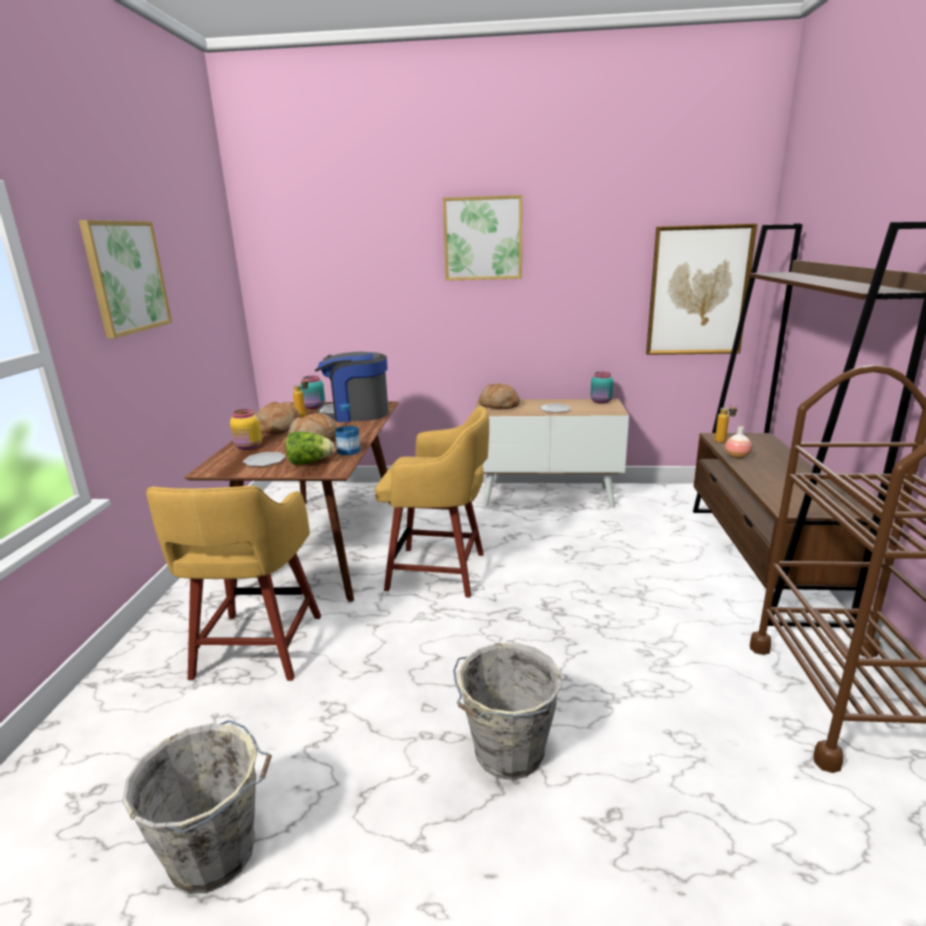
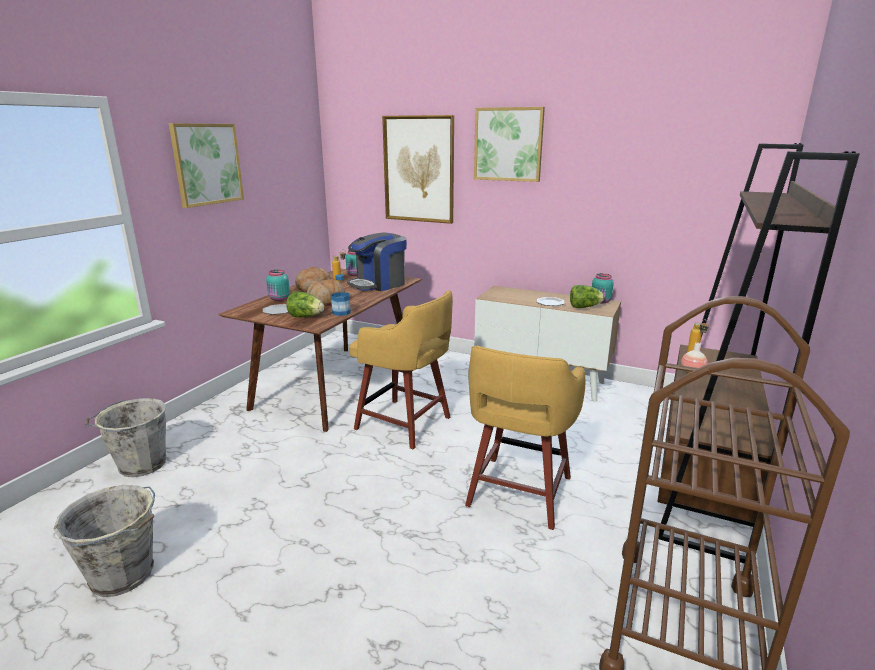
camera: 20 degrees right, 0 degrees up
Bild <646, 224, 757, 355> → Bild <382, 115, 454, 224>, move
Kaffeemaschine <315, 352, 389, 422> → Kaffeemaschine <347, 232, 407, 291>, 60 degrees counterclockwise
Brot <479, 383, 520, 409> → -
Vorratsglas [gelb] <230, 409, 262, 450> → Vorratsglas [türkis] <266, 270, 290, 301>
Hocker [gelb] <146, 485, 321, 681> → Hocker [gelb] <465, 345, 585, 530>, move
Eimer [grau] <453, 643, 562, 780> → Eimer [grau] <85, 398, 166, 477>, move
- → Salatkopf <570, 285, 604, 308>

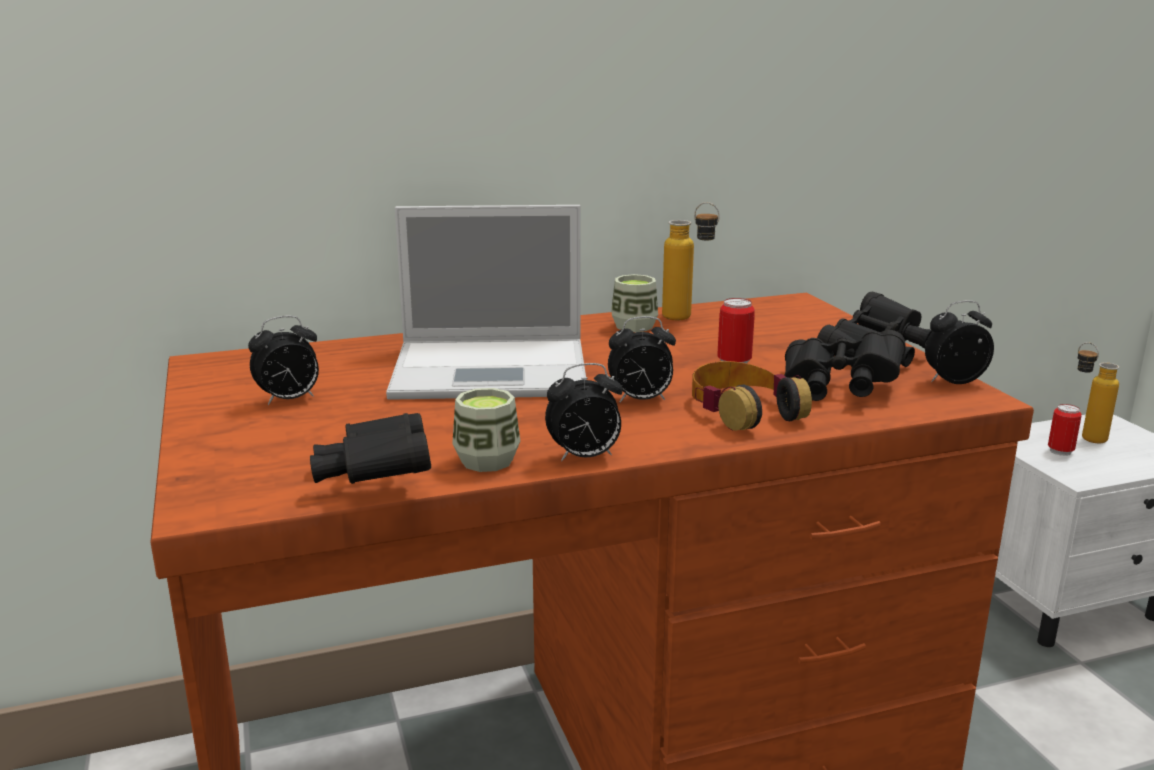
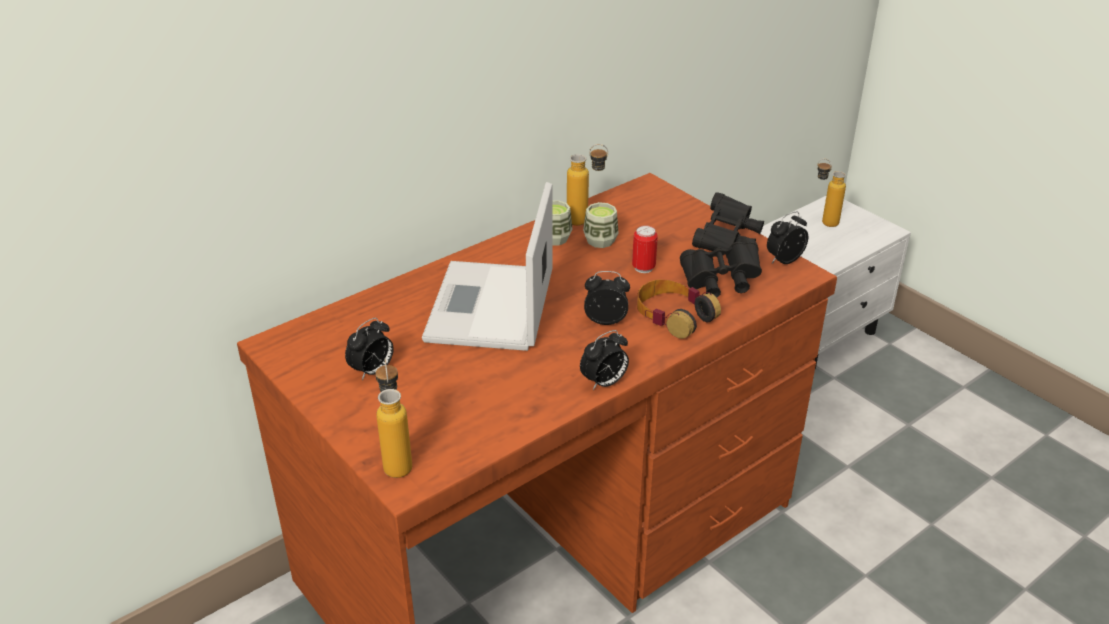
camera: 20 degrees left, 15 degrees up
Laptop <386, 205, 587, 400> → Laptop <422, 182, 553, 351>, 120 degrees clockwise
Wecker <608, 316, 676, 402> → Wecker <584, 271, 630, 325>, 150 degrees counterclockwise
Tasse <452, 388, 520, 472> → Tasse <583, 202, 619, 248>, move
Dose <1048, 404, 1082, 456> → -
Fernglas [schwarz] <310, 413, 431, 484> → -
- → Flasche <375, 359, 412, 478>

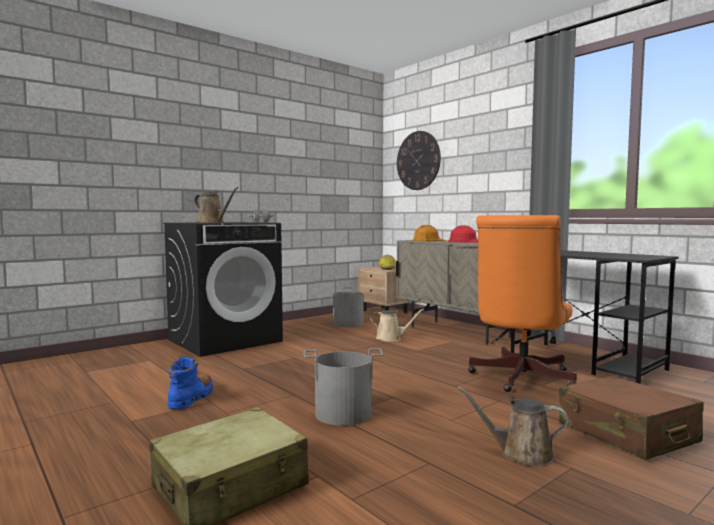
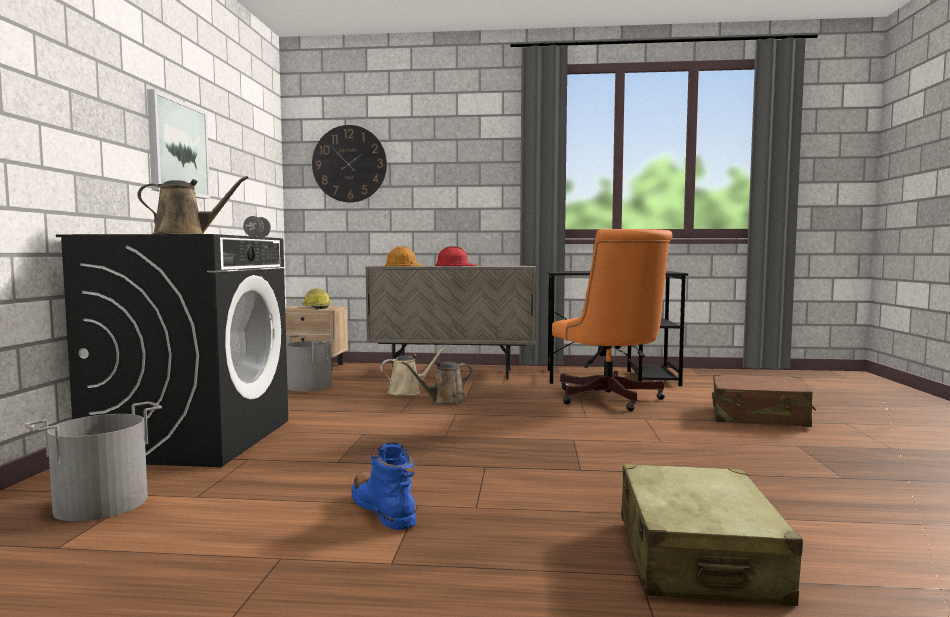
camera: 45 degrees left, 0 degrees up
Eimer [grau] <304, 348, 384, 426> → Eimer [grau] <25, 402, 162, 522>, move
Gießkanne [braun] <458, 386, 569, 466> → Gießkanne [braun] <402, 361, 473, 405>, move
- → Bild <147, 89, 210, 199>

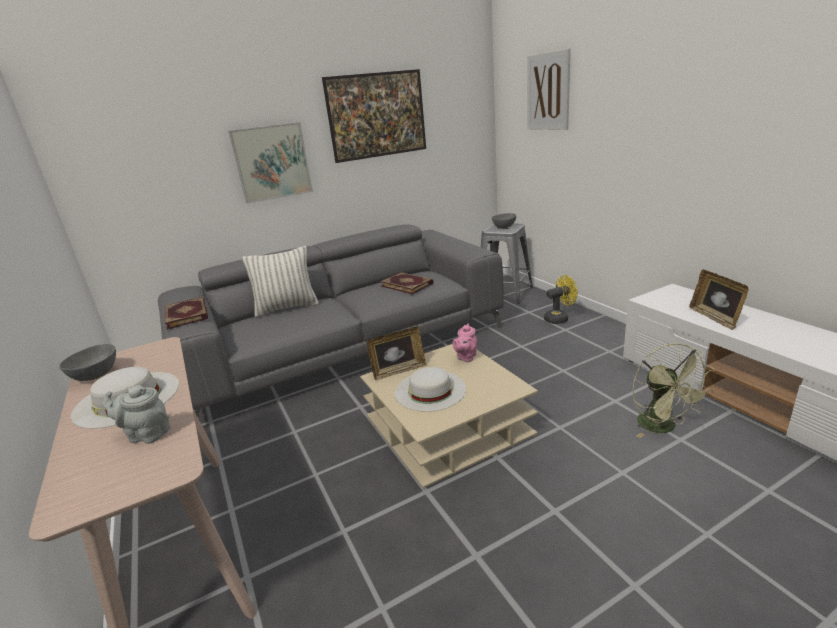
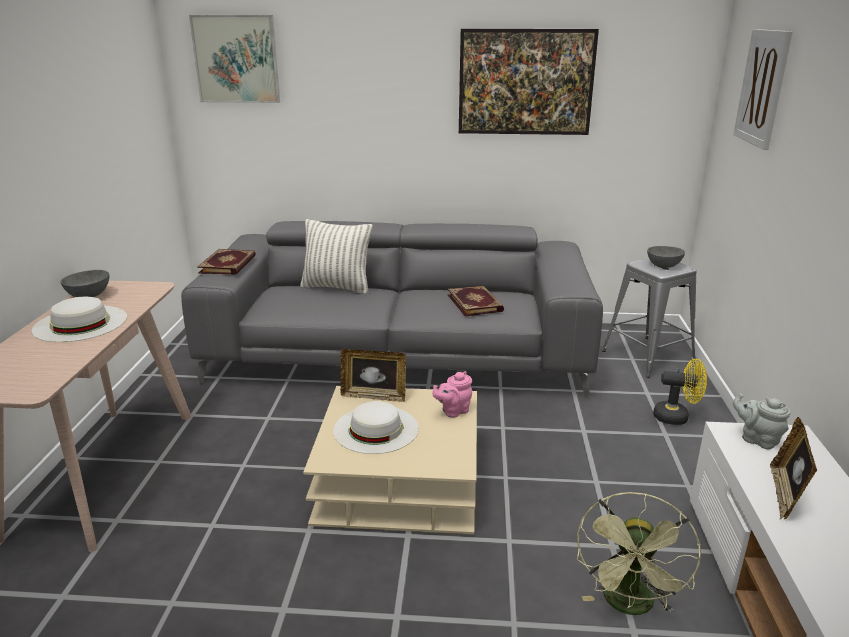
camera: 30 degrees right, 0 degrees up
Bild <228, 122, 313, 204> → Bild <189, 15, 280, 103>, move
Teekanne [grau] <103, 385, 171, 444> → Teekanne [grau] <733, 393, 790, 449>, move

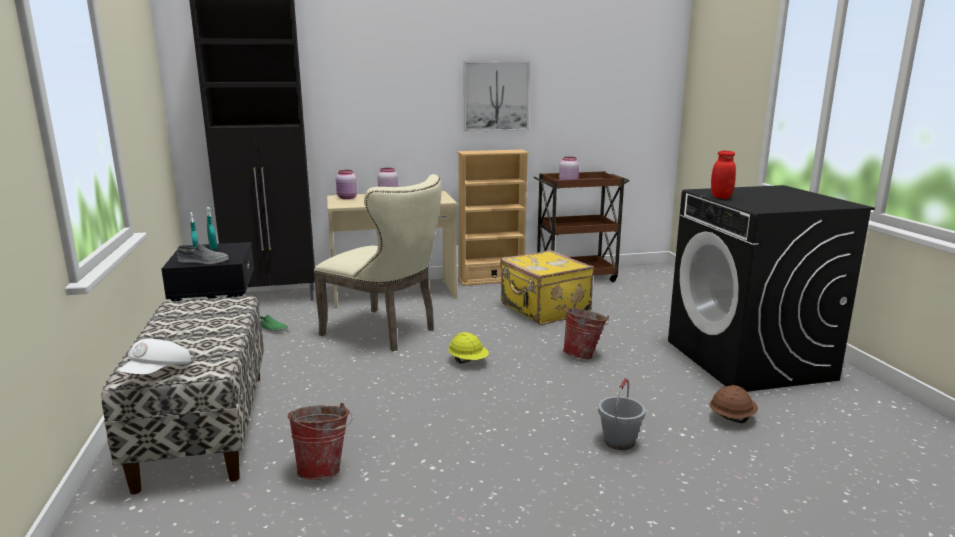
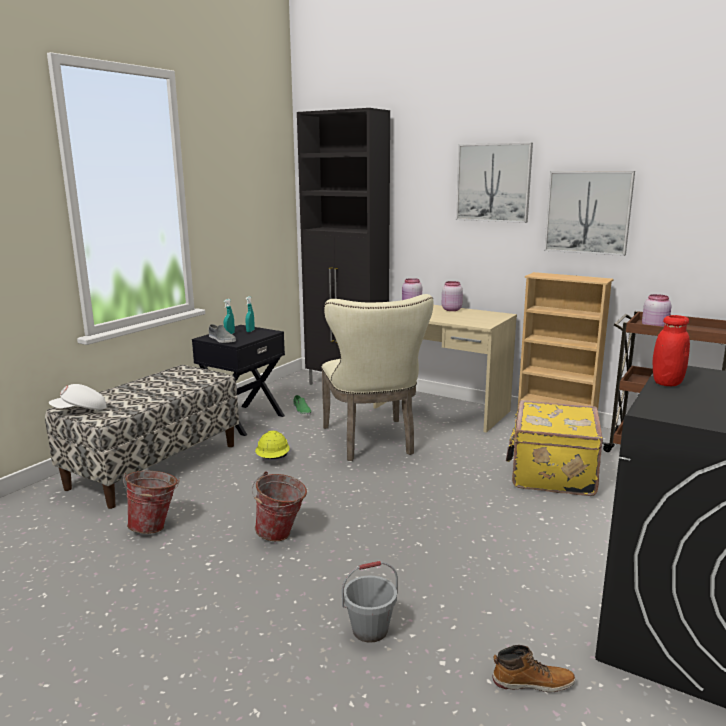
camera: 45 degrees right, 0 degrees up
Eimer <563, 307, 609, 359> → Eimer <252, 471, 307, 541>, move
Schutzhelm [gelb] <448, 332, 489, 364> → Schutzhelm [gelb] <255, 431, 290, 459>, move
Schutzhelm [braun] <710, 385, 758, 423> → Stiefel <492, 645, 575, 692>
- → Bild <456, 143, 533, 223>

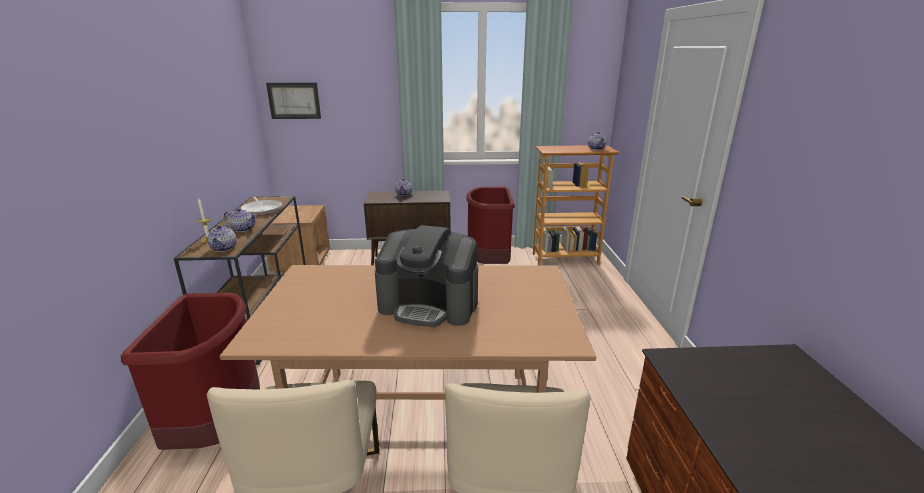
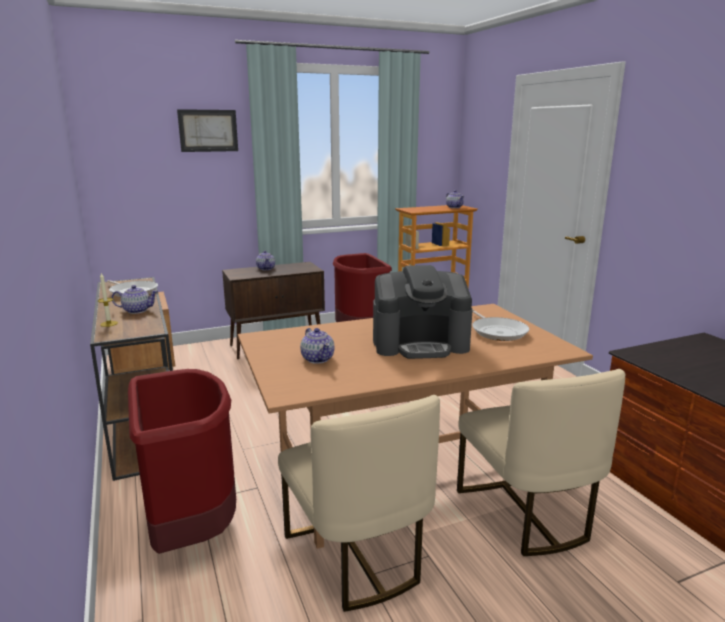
camera: 20 degrees left, 5 degrees down
Bild <266, 83, 321, 119> → Bild <177, 109, 238, 152>, move
Teekanne <207, 224, 237, 252> → Teekanne <300, 328, 334, 364>, move
- → Pfanne <472, 310, 529, 341>

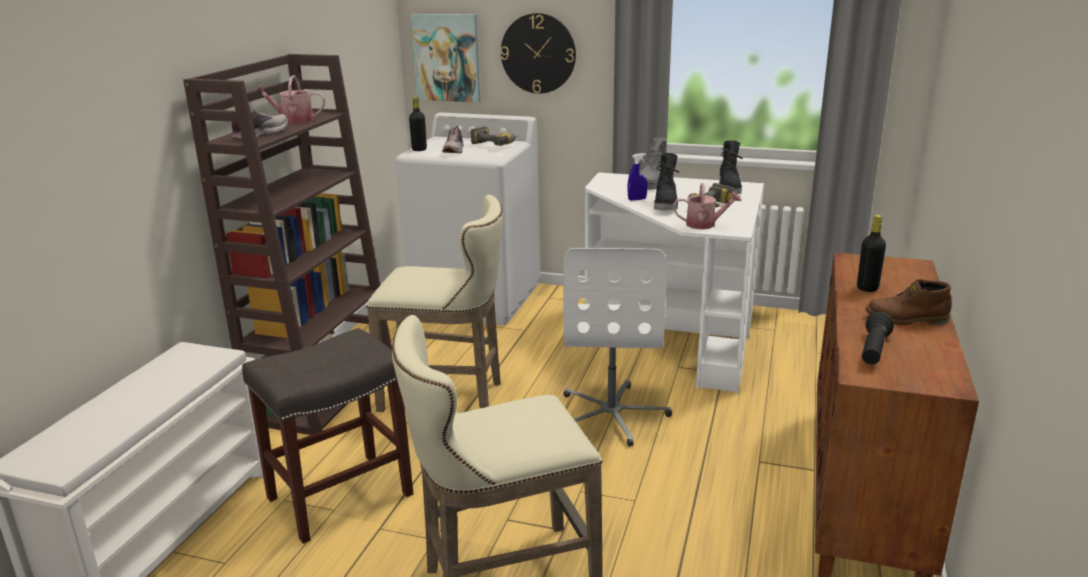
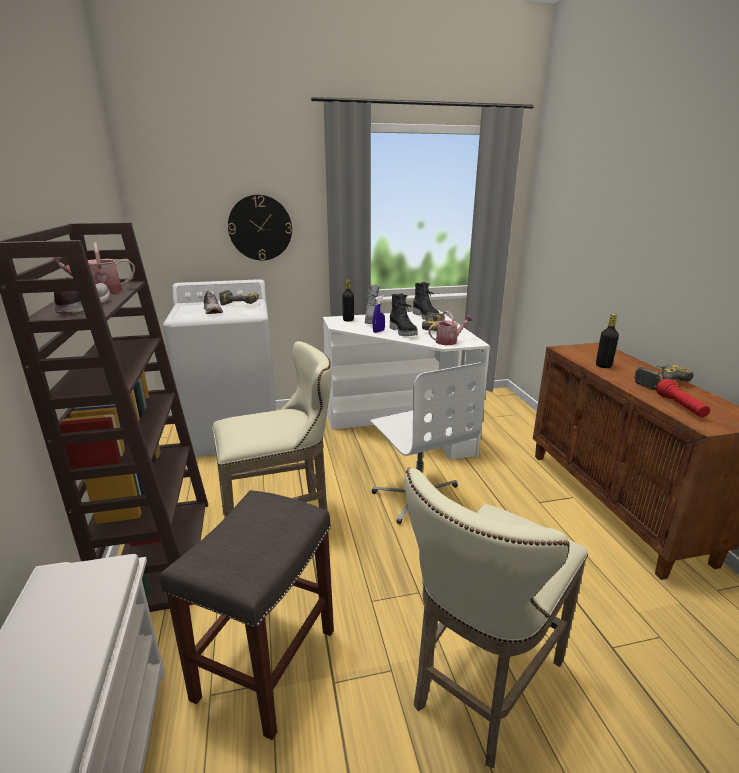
camera: 30 degrees left, 0 degrees up
Bild <410, 14, 480, 103> → -
Flasche [schwarz] <409, 97, 427, 151> → Flasche [schwarz] <342, 279, 354, 321>, move
Stiefel [braun] <866, 279, 952, 325> → Bohrmaschine <634, 365, 694, 390>
Taschenlampe [schwarz] <862, 312, 894, 364> → Taschenlampe [rot] <656, 379, 710, 417>

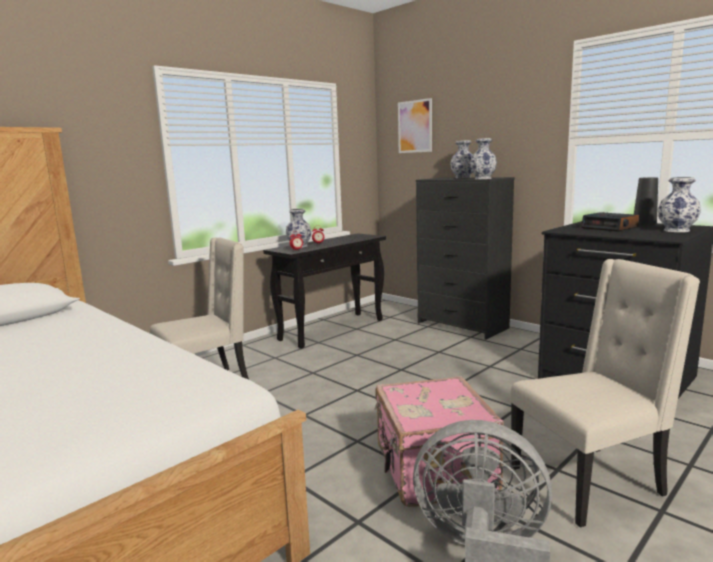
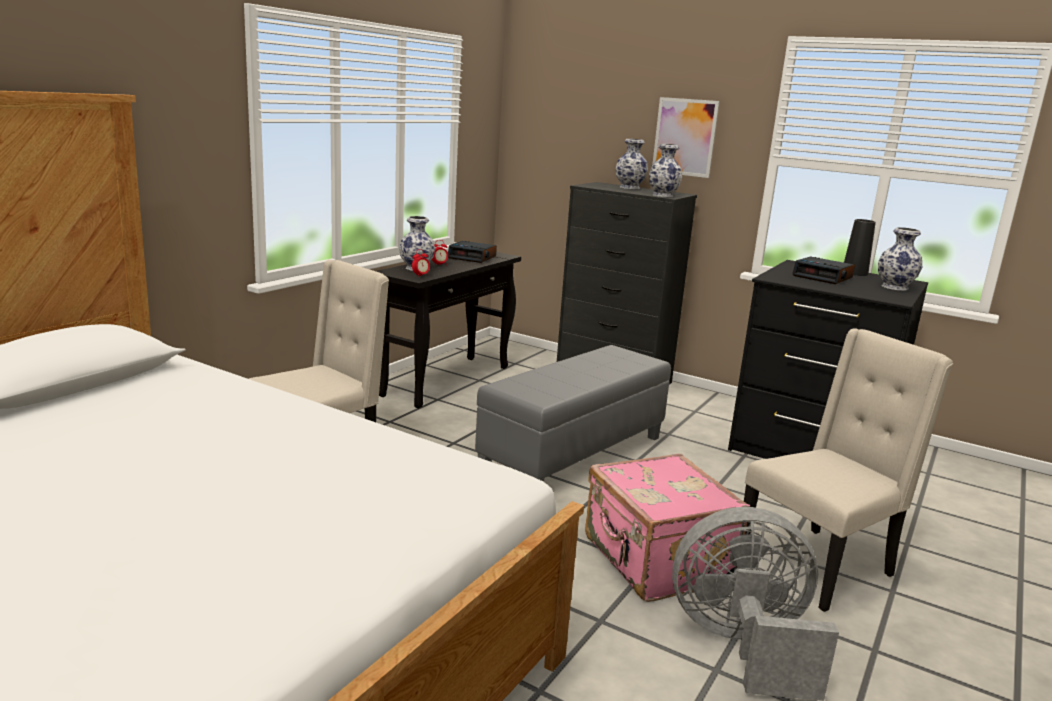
camera: 15 degrees left, 5 degrees up
Bild <398, 98, 432, 153> → Bild <652, 97, 720, 178>, move
- → Wecker <448, 241, 497, 263>
- → Polsterhocker [grau] <475, 345, 671, 482>

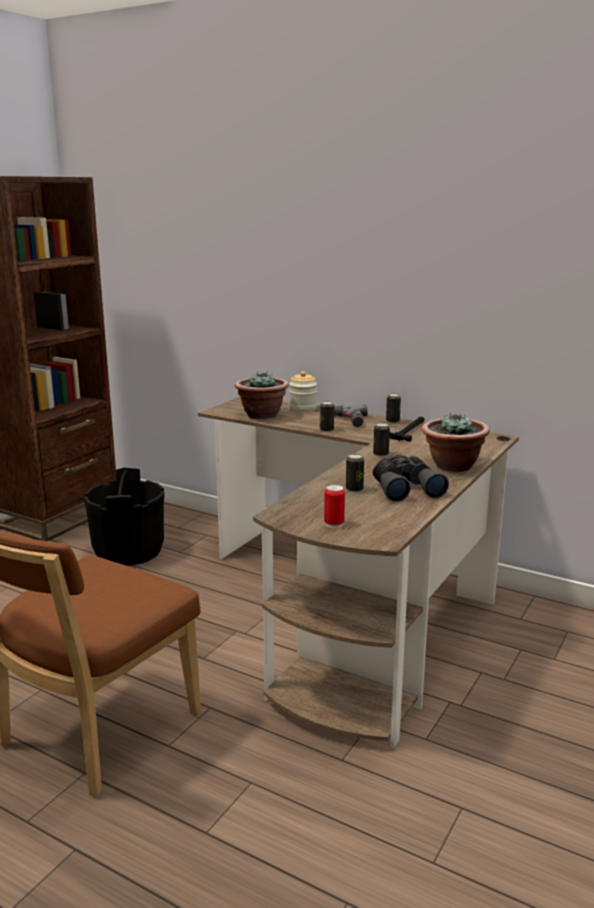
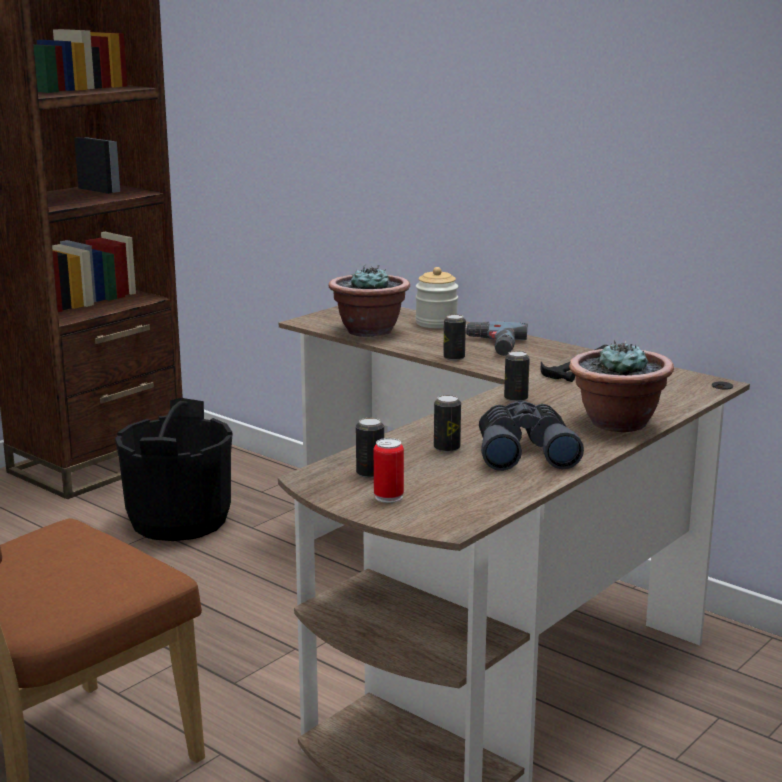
camera: 10 degrees right, 0 degrees up
Dose <386, 394, 401, 423> → Dose <356, 418, 384, 478>, move

